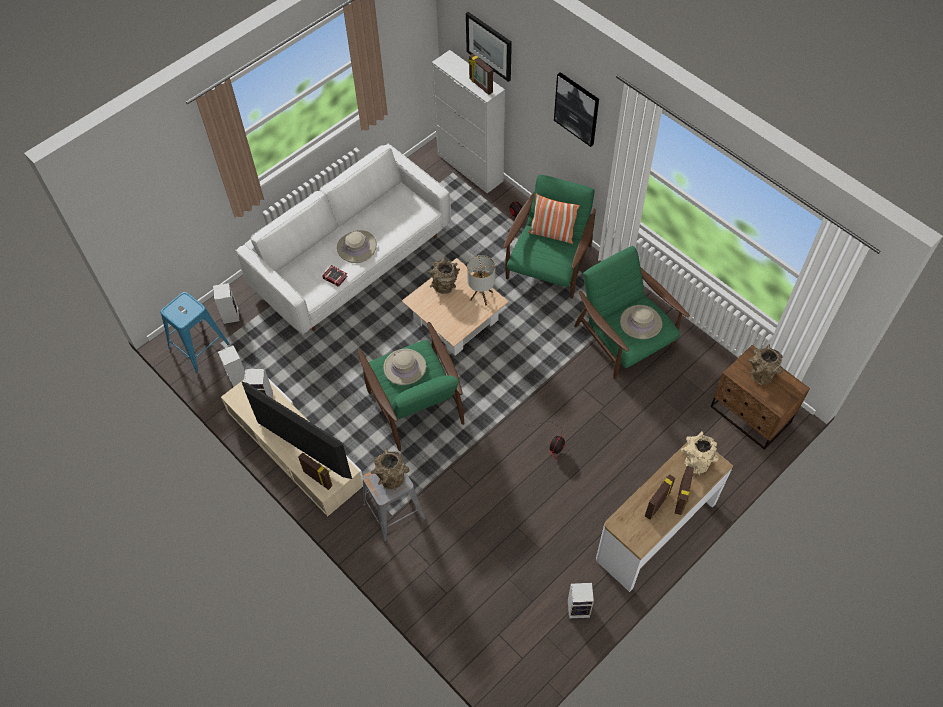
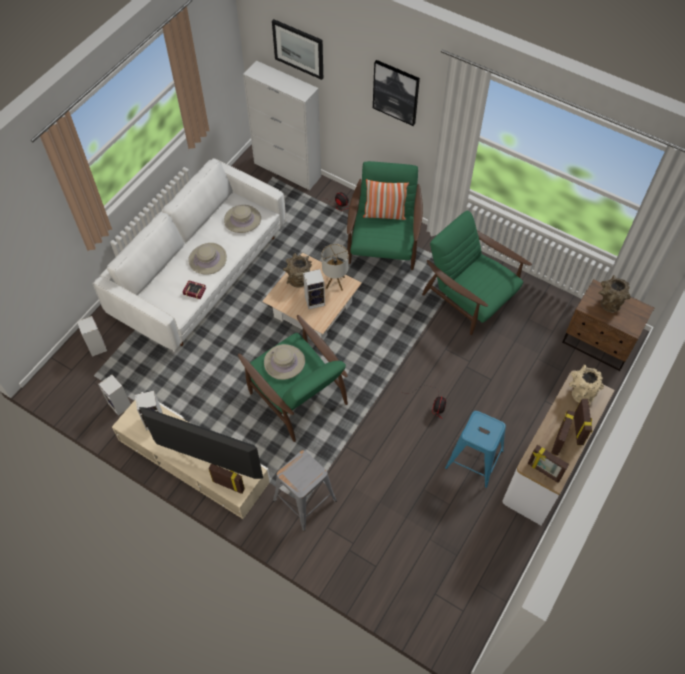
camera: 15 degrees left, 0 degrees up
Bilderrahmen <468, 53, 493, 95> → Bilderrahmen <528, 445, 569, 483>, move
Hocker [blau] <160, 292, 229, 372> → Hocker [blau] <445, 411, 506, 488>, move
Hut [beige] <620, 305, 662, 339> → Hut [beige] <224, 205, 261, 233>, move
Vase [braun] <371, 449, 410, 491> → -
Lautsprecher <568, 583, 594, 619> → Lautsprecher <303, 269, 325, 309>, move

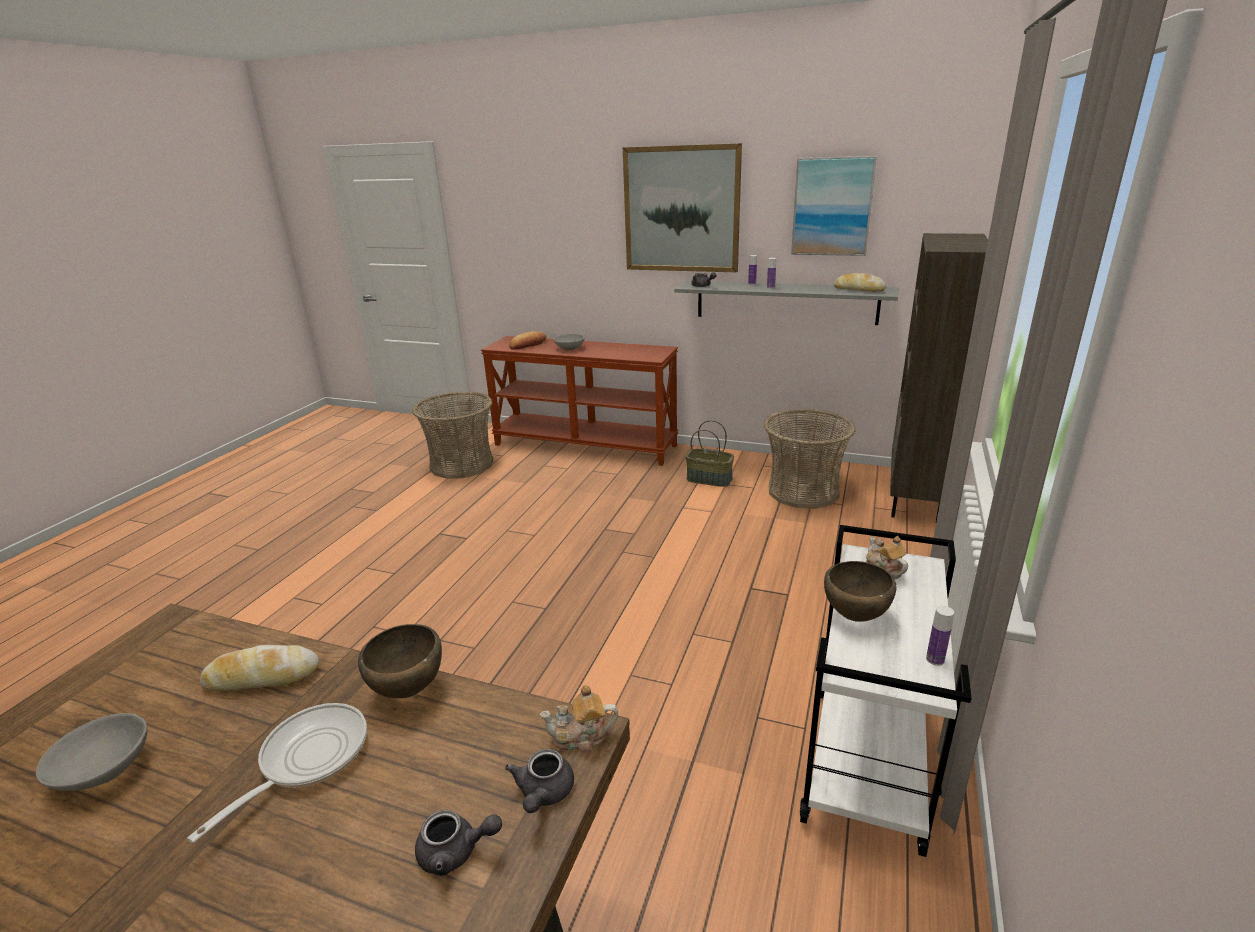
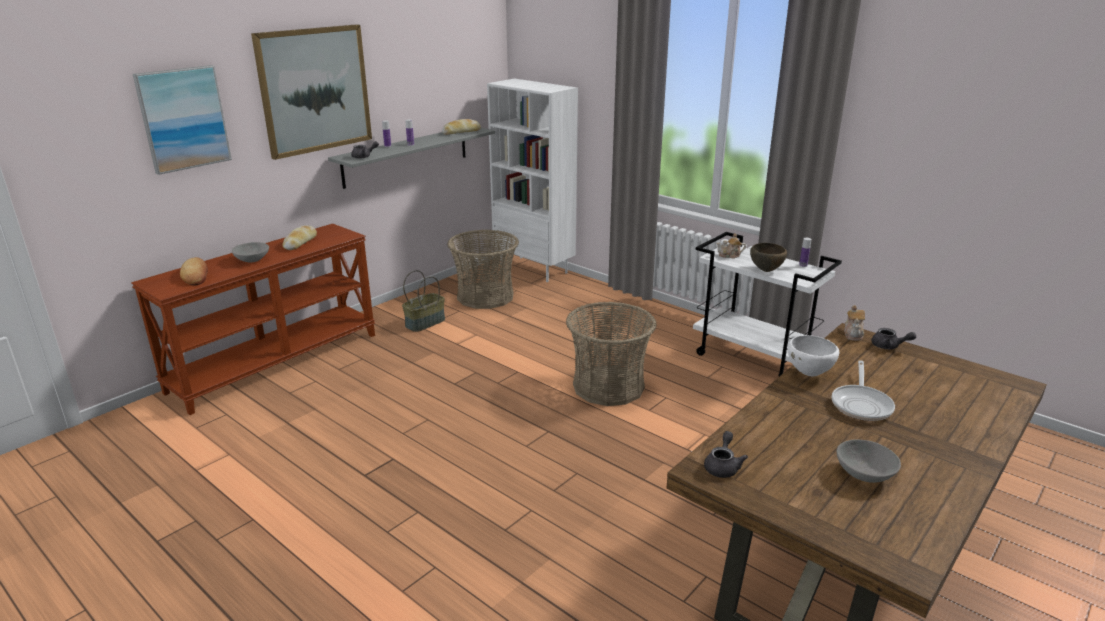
camera: 70 degrees left, 0 degrees up
Bild <791, 156, 877, 256> → Bild <133, 65, 232, 175>, move
Bücherregal [braun] <890, 233, 988, 522> → Bücherregal [weiß] <487, 79, 578, 282>
Korb <412, 391, 493, 479> → Korb <566, 302, 657, 406>, move
Schüssel [braun] <358, 624, 442, 698> → Schüssel [weiß] <788, 335, 839, 376>
Brot <200, 645, 319, 691> → Brot <282, 225, 317, 250>, move
Pfanne <187, 703, 367, 843> → Pfanne <832, 360, 895, 421>, 120 degrees counterclockwise
Teekanne [grau] <415, 810, 502, 876> → Teekanne [grau] <704, 431, 748, 478>, move

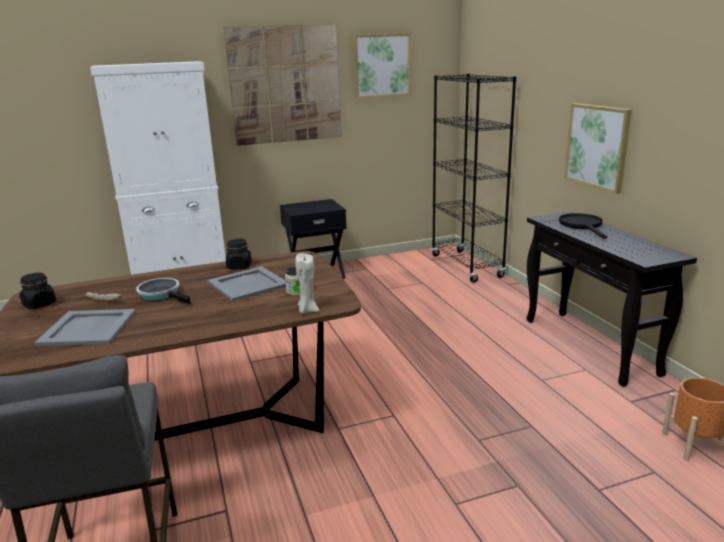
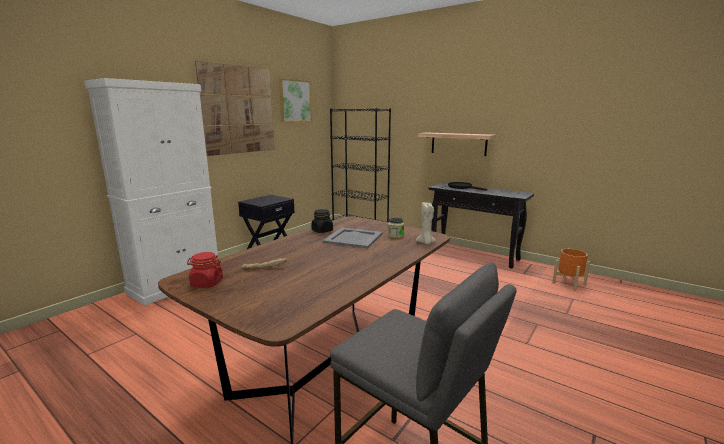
camera: 35 degrees left, 5 degrees down
Bild <564, 103, 632, 194> → Wandregal <418, 132, 496, 156>
Vorratsglas [schwarz] <20, 273, 56, 309> → Vorratsglas [rot] <187, 252, 223, 288>
Pfanne <136, 278, 190, 304> → -
Tablett [grau] <34, 309, 136, 346> → -

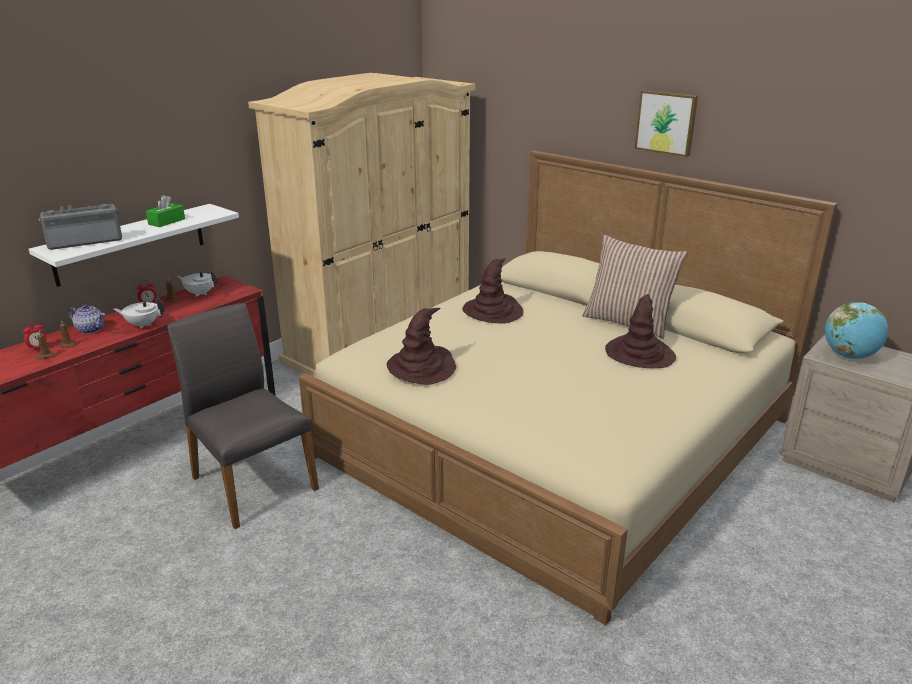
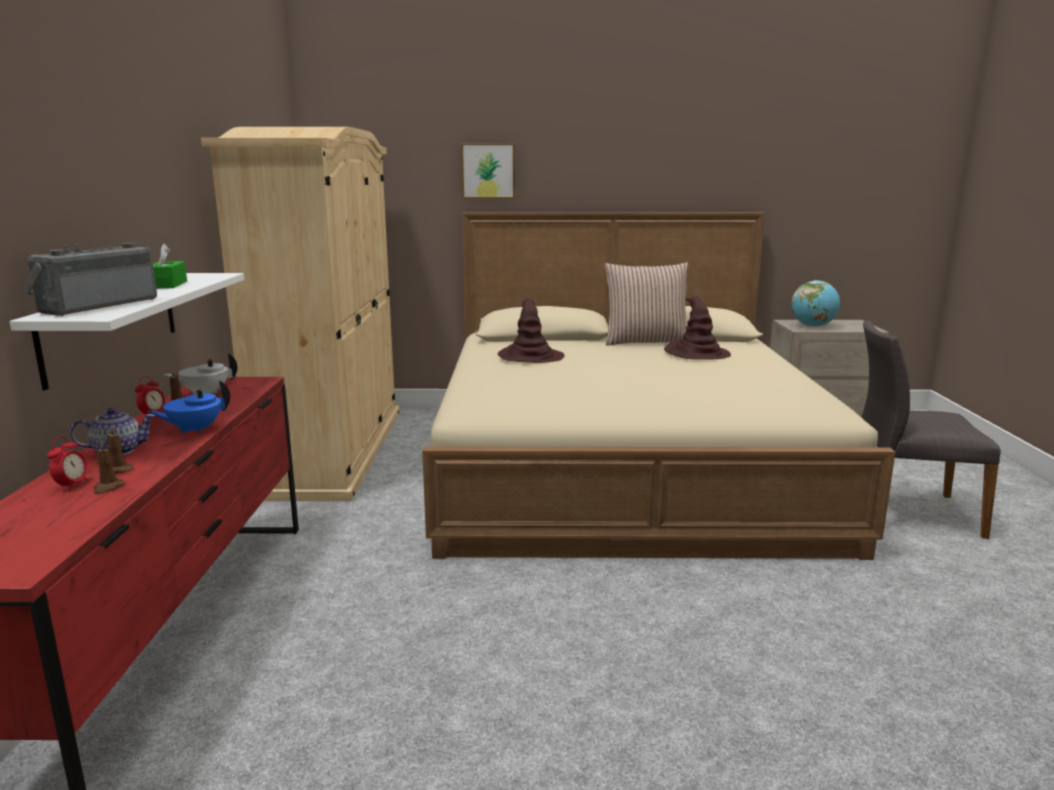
camera: 40 degrees left, 10 degrees down
Bild <635, 90, 698, 157> → Bild <461, 143, 515, 198>, move
Teekanne [weiß] <114, 297, 164, 329> → Teekanne [blau] <147, 381, 230, 433>
Stuhl [grau] <167, 303, 319, 529> → Stuhl [grau] <861, 320, 1001, 539>, move
Hut [braun] <386, 308, 456, 385> → -

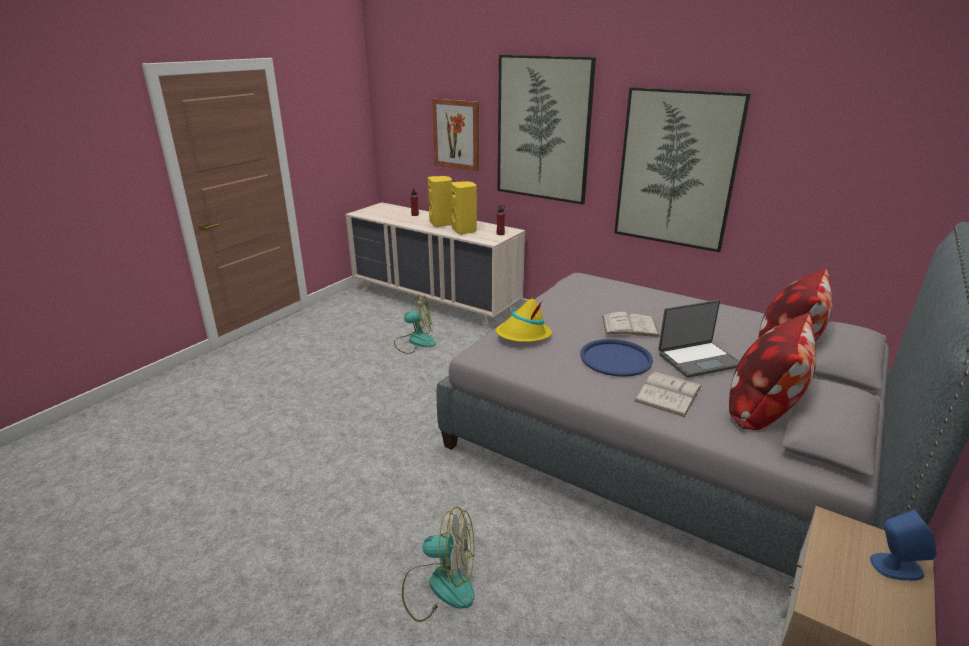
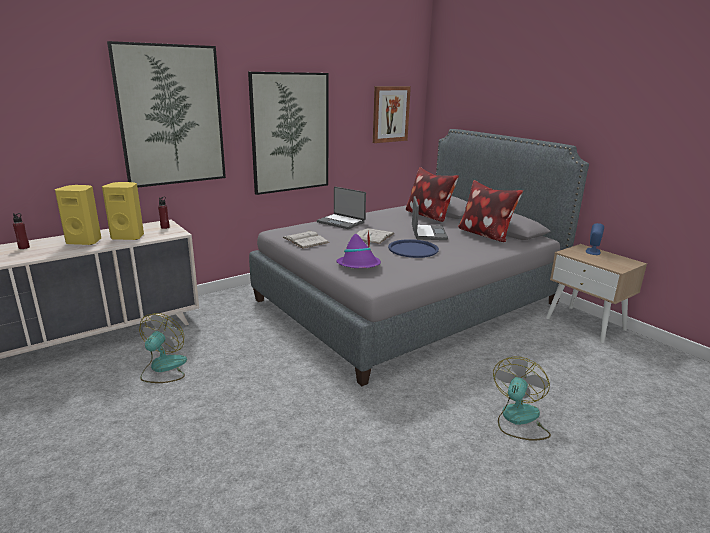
camera: 70 degrees left, 5 degrees down
Bild <432, 99, 479, 171> → Bild <373, 86, 411, 143>, move
Hut [gelb] <496, 299, 552, 342> → Hut [lila] <336, 230, 381, 268>
Buch [weiß] <634, 372, 702, 417> → Buch [weiß] <283, 230, 329, 249>, move
- → Laptop <317, 187, 366, 229>

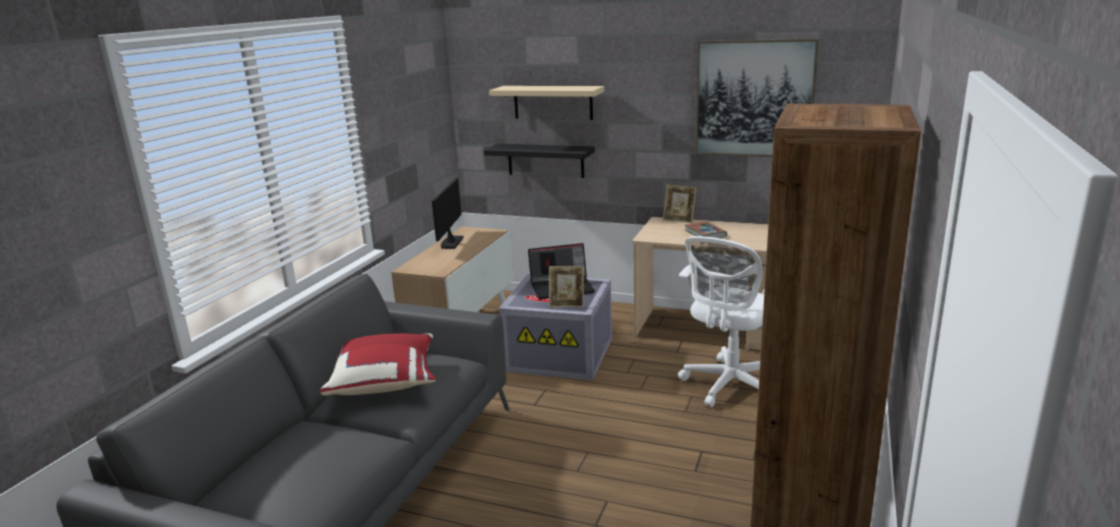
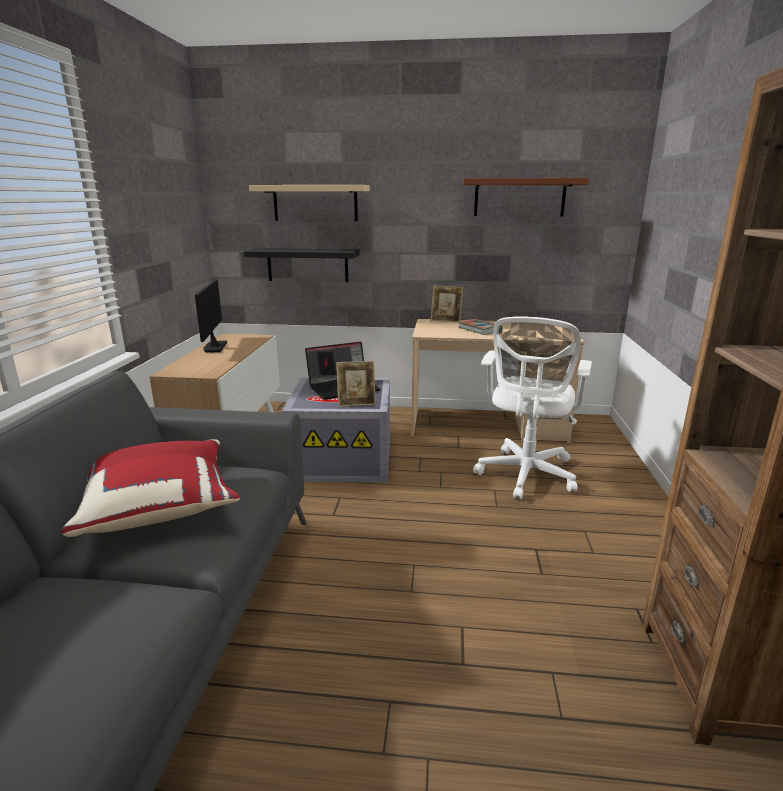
camera: 15 degrees left, 0 degrees up
Bild <695, 39, 819, 157> → Wandregal [braun] <463, 178, 589, 216>

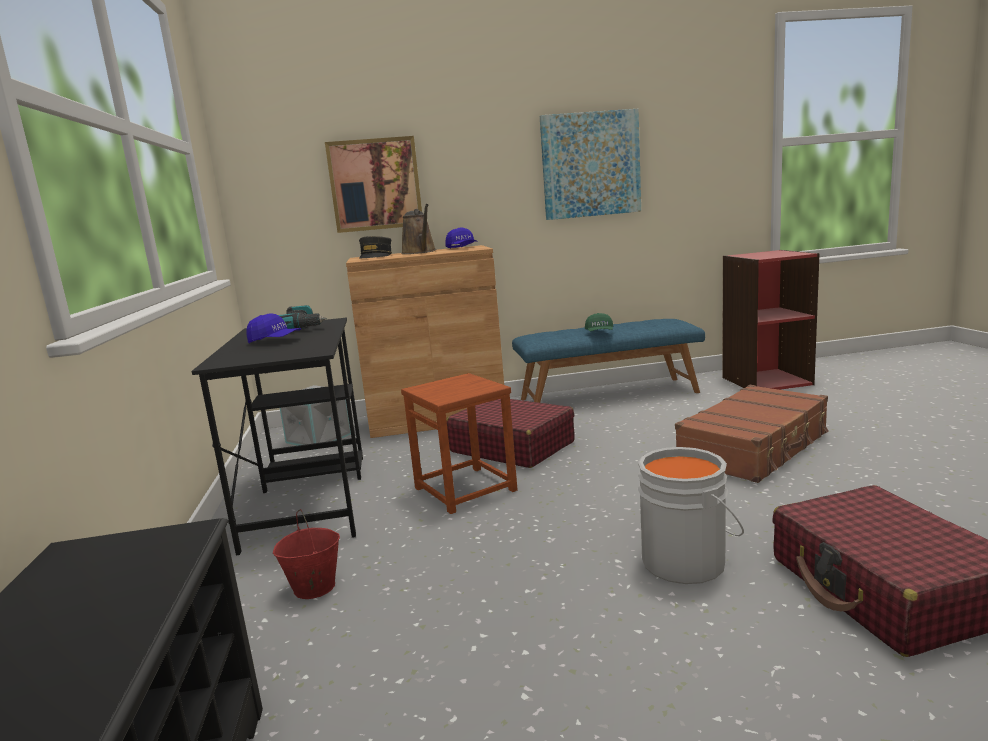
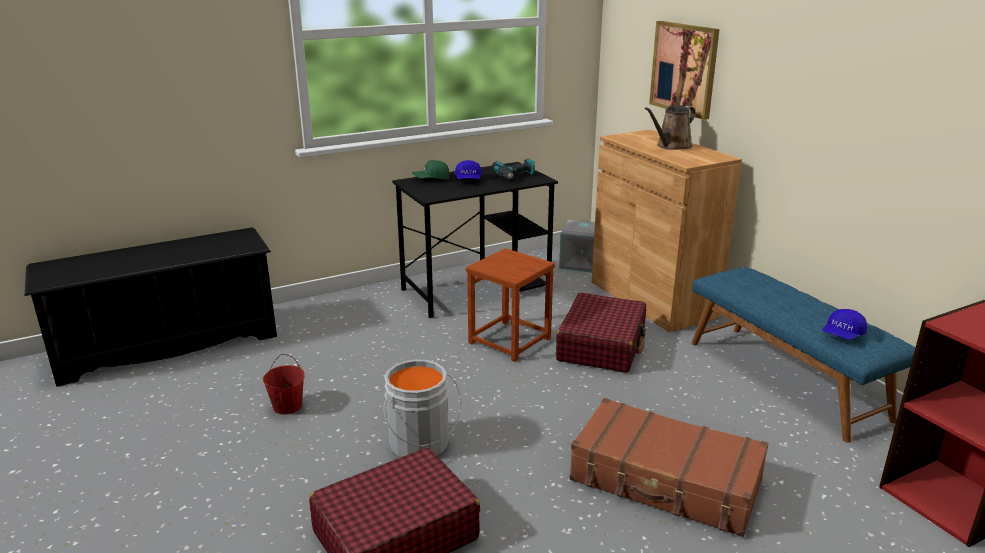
camera: 70 degrees right, 10 degrees up
Bild <540, 109, 641, 220> → -
Kappe [blau] <446, 227, 478, 248> → Kappe [blau] <823, 309, 867, 340>, move
Kappe [grau] <359, 236, 392, 258> → -
Kappe [grün] <585, 313, 614, 331> → Kappe [grün] <412, 160, 449, 180>, move
Eimer [rot] <273, 509, 340, 599> → Eimer [rot] <263, 354, 305, 415>, move

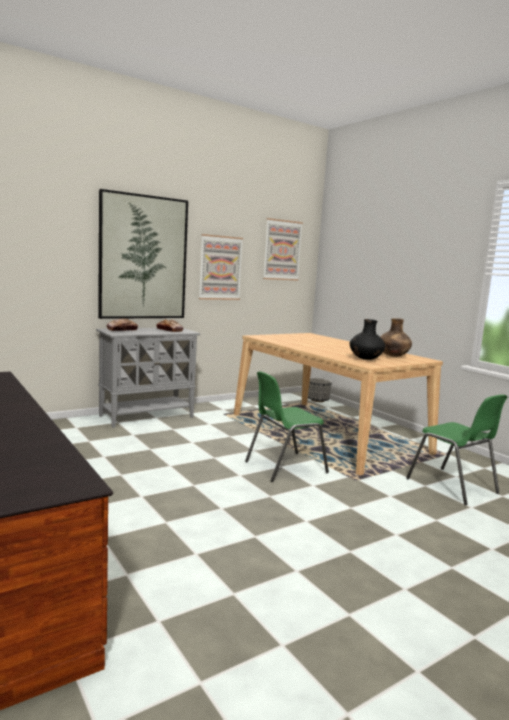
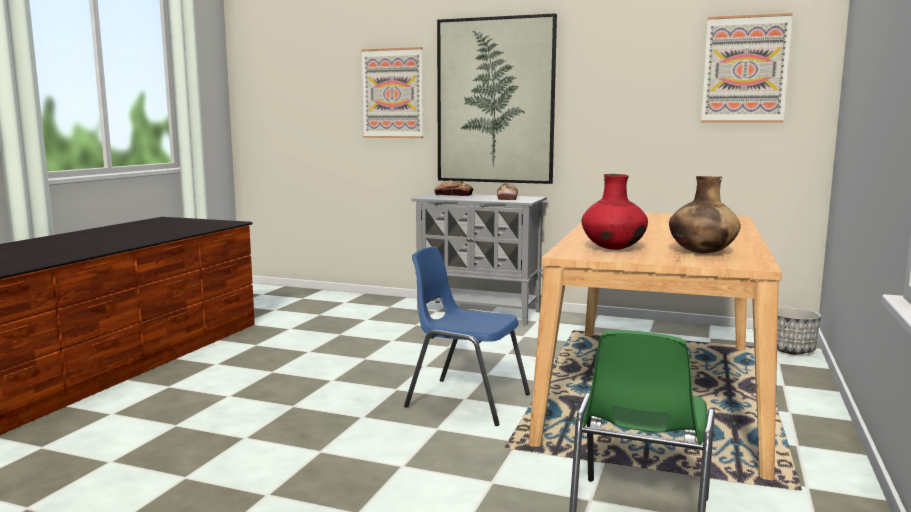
camera: 55 degrees right, 0 degrees up
Bild <199, 234, 243, 300> → Bild <361, 47, 423, 138>, move
Vase [schwarz] <350, 319, 385, 360> → Vase [rot] <582, 174, 648, 250>
Stuhl [grün] <245, 371, 329, 482> → Stuhl [blau] <404, 247, 530, 426>

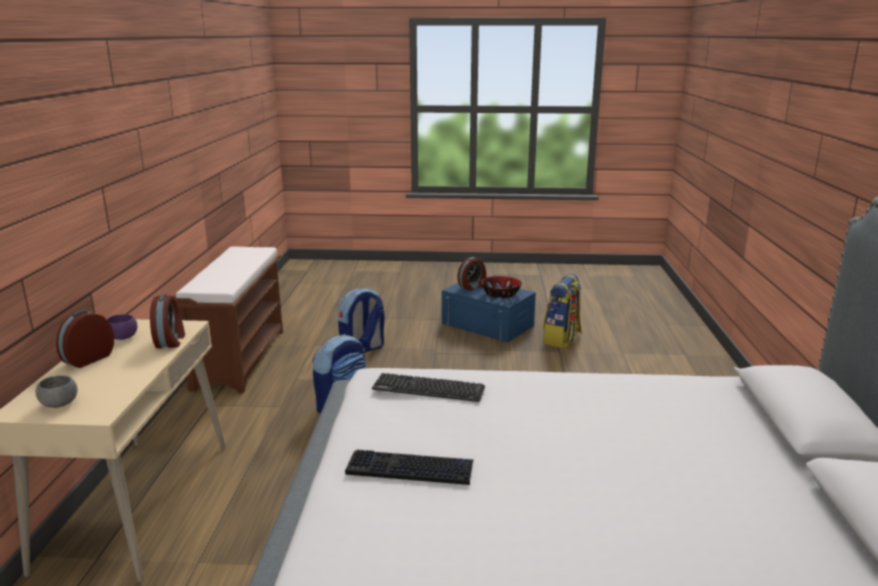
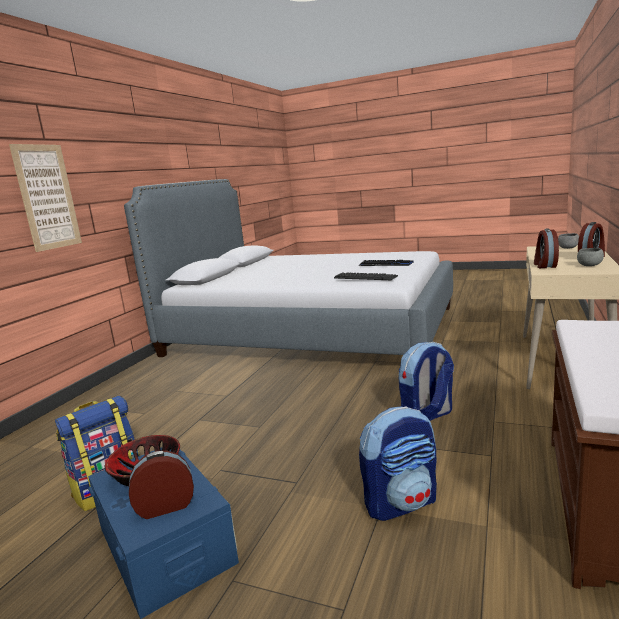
camera: 160 degrees left, 5 degrees down
Schüssel [lila] <107, 314, 138, 340> → Schüssel [grau] <577, 248, 604, 266>
- → Bild <9, 144, 82, 252>

